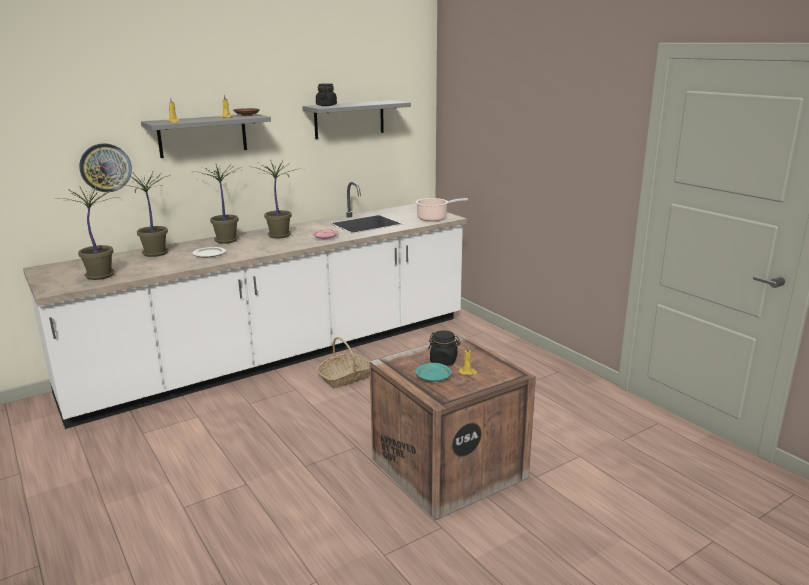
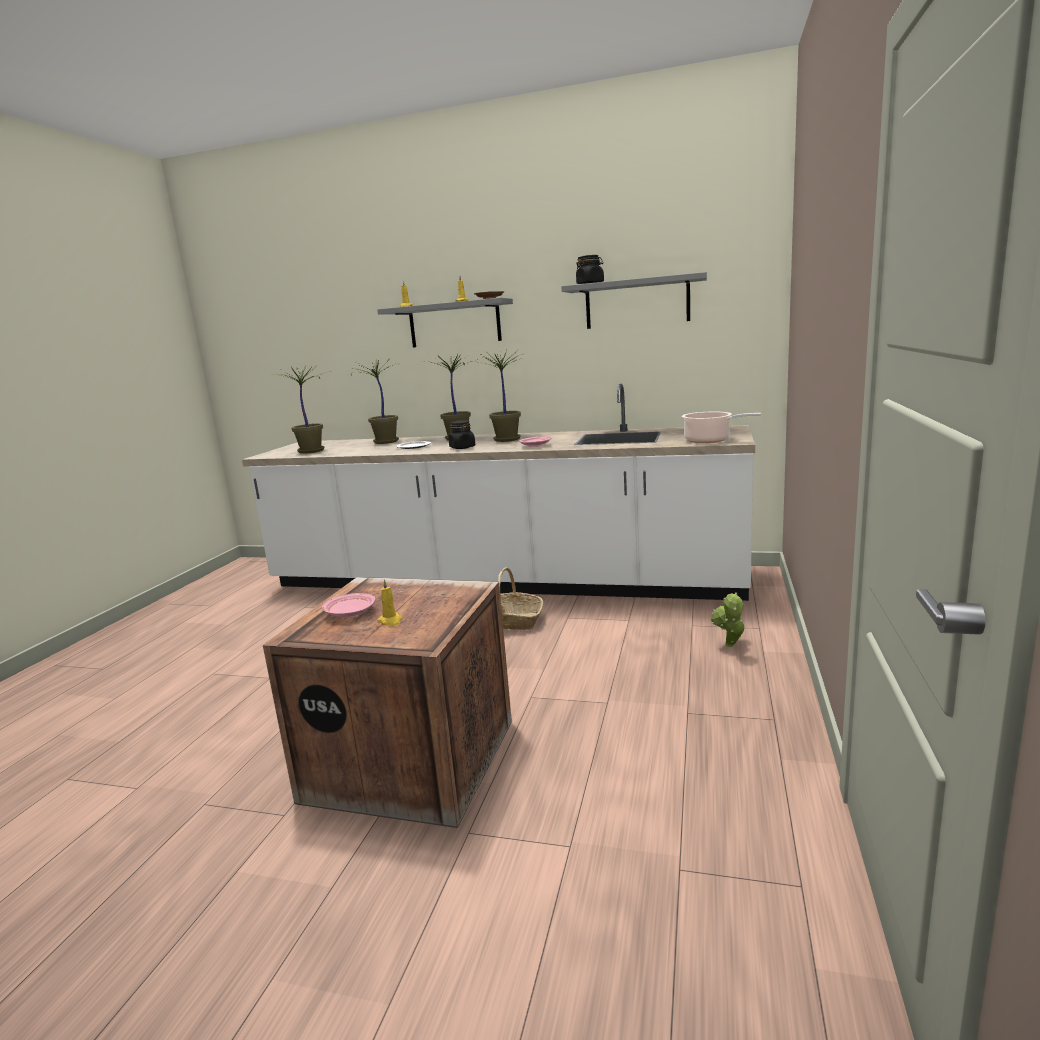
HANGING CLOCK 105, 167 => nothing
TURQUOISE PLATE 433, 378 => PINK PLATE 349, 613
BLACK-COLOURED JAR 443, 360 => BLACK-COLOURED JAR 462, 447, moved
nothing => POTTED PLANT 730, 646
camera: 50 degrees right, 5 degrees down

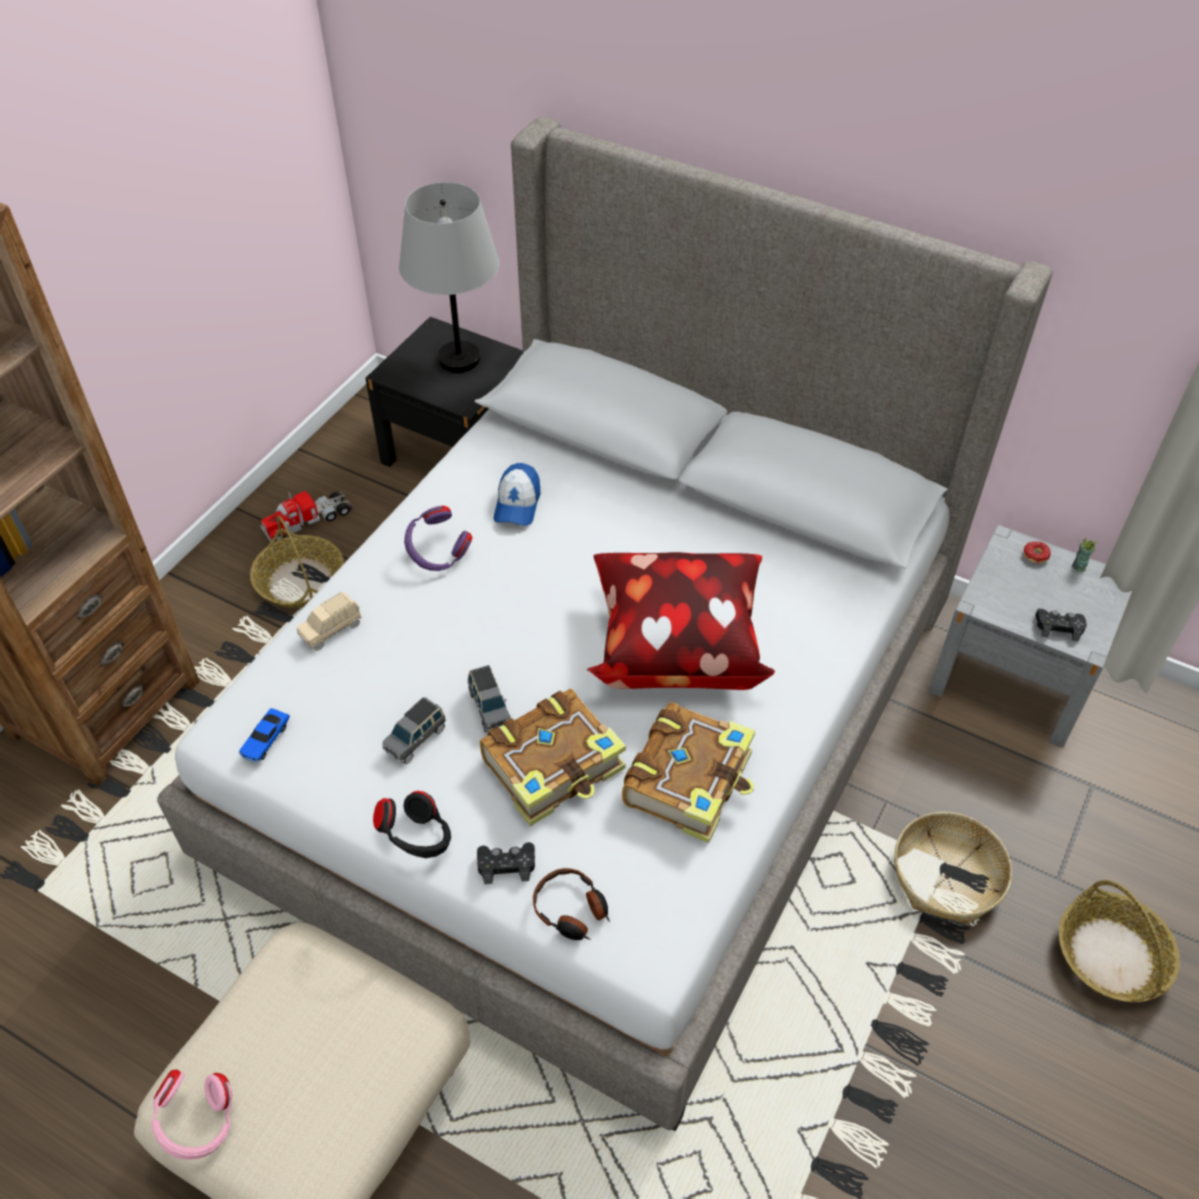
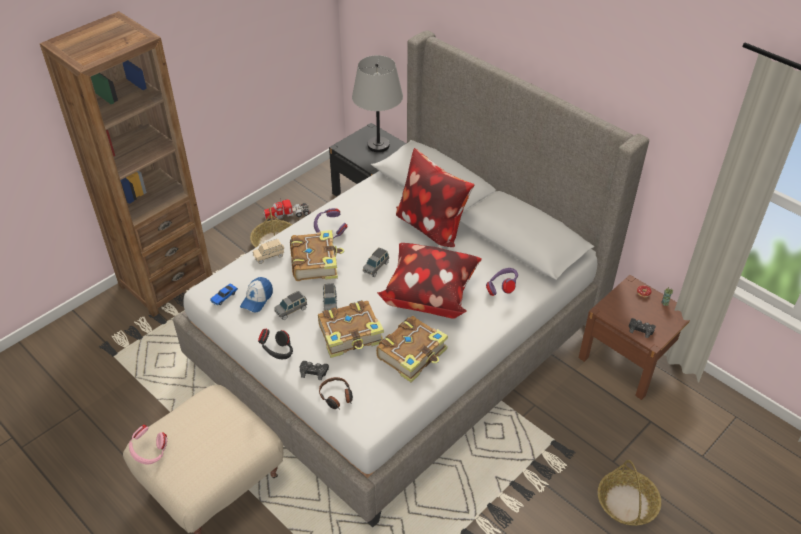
CAP 517, 504 => CAP 257, 299, moved
STORAGE BASKET 947, 876 => nothing
GREY BEDSIDE TABLE 1013, 675 => BROWNISH BEDSIDE TABLE 628, 359
nothing => BOOK 315, 262
nothing => GREY MODEL CAR 376, 267
nothing => PILLOW 431, 225
nothing => PURPLE-COLOURED HEADSET 501, 289
camera: 15 degrees right, 5 degrees down

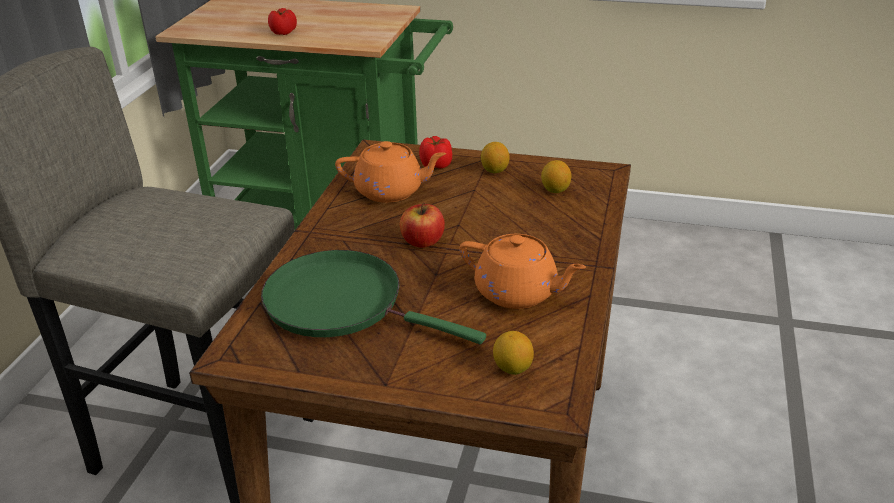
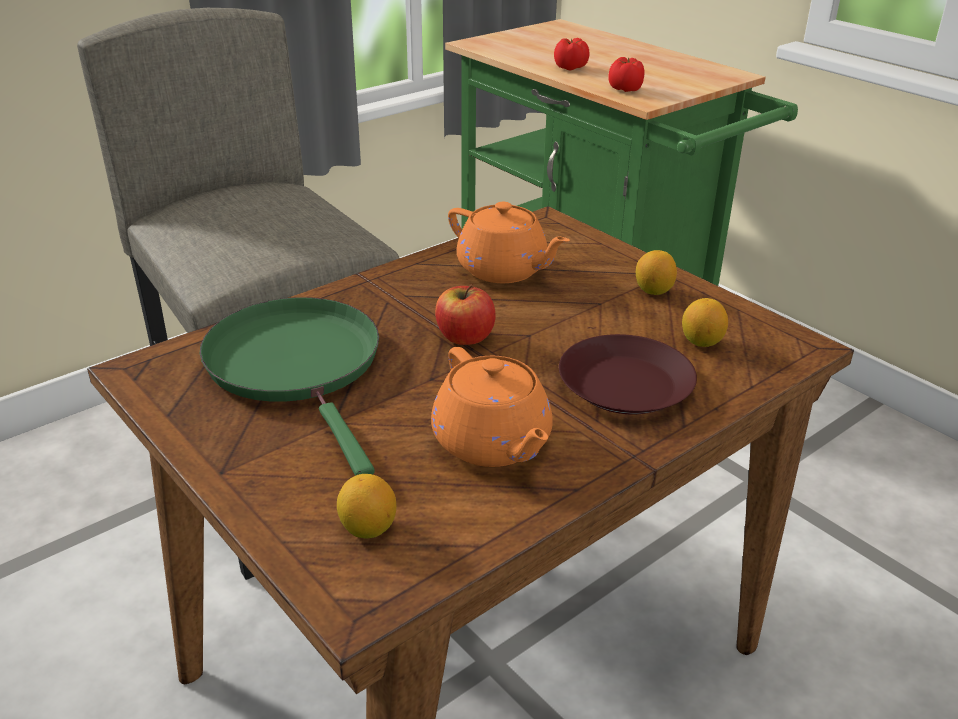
FRESH TOMATO 436, 165 => FRESH TOMATO 626, 89, moved
nothing => BROWNISH PLATE 625, 384
camera: 35 degrees right, 0 degrees up

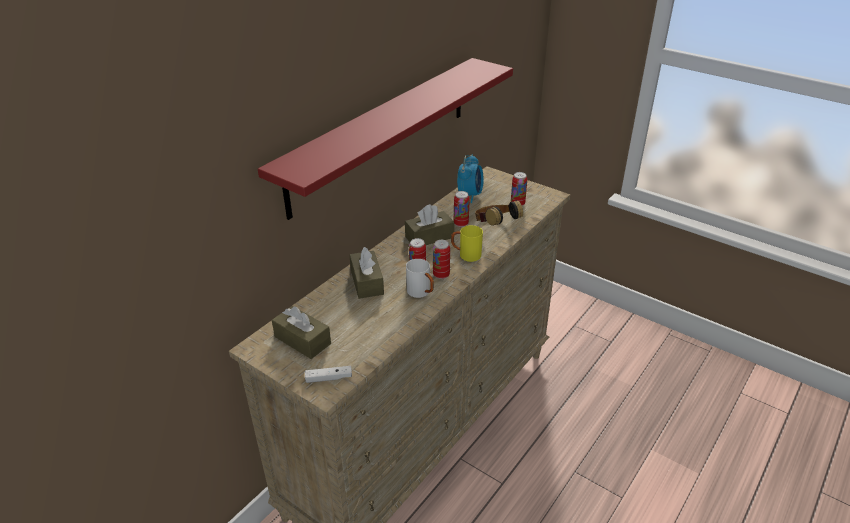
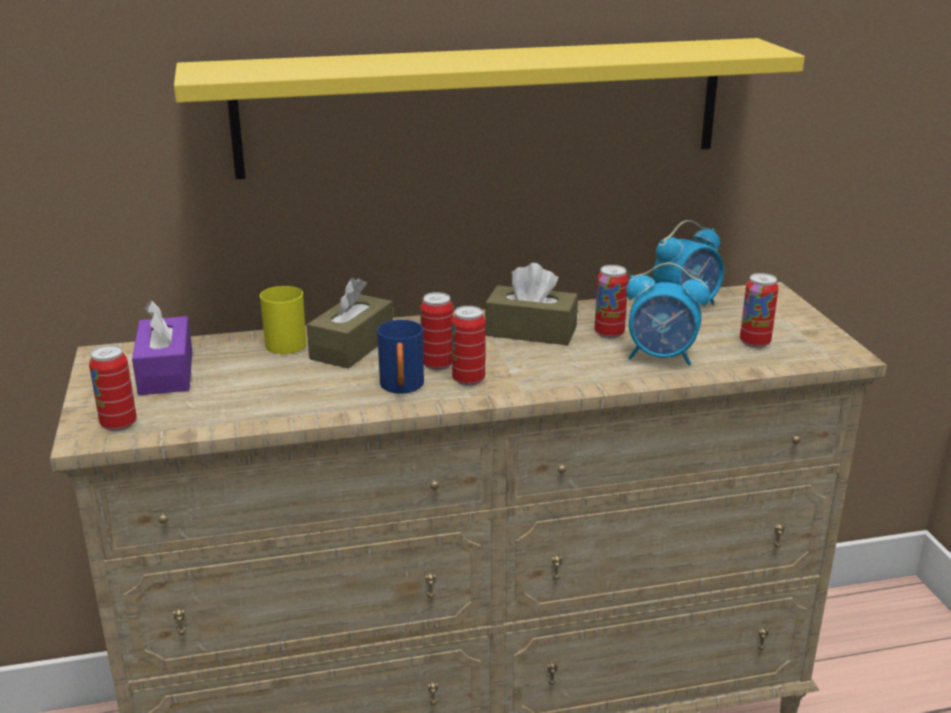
REDDISH SHELF 382, 133 => YELLOW SHELF 483, 107
BROWNISH TISSUE BOX 302, 340 => PURPLE-COLOURED TISSUE BOX 166, 372
WHITE GAMEPAD 329, 378 => METAL CAN 119, 424
WHITE MUG 421, 293 => BLUE MUG 402, 388
YELLOW MUG 466, 255 => YELLOW MUG 281, 343, moved
HEADSET 495, 227 => TABLE CLOCK 661, 357
camera: 40 degrees right, 10 degrees down

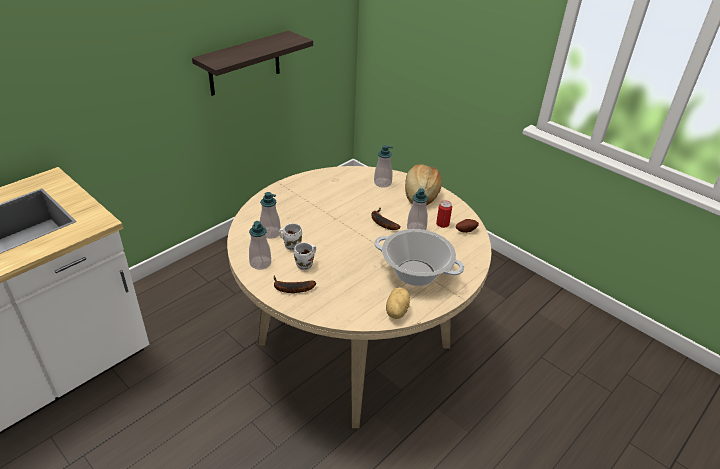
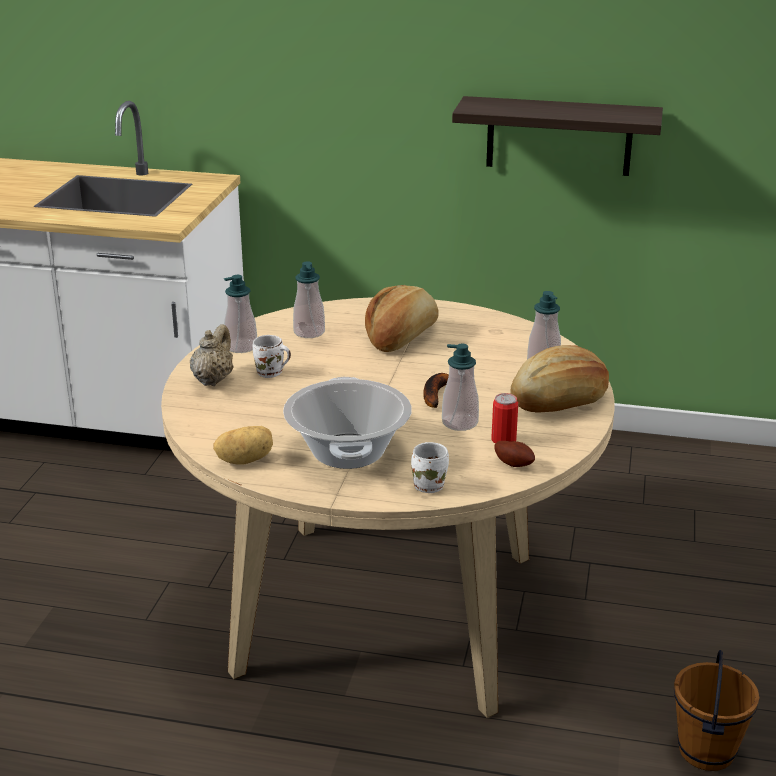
WHOLE BANANA 291, 289 => BEIGE TEAPOT 213, 380
WHITE MUG 292, 245 => WHITE MUG 429, 485, moved
nothing => BAKERY BREAD 401, 337
nothing => BROWNISH PAIL 707, 752
camera: 60 degrees right, 10 degrees down

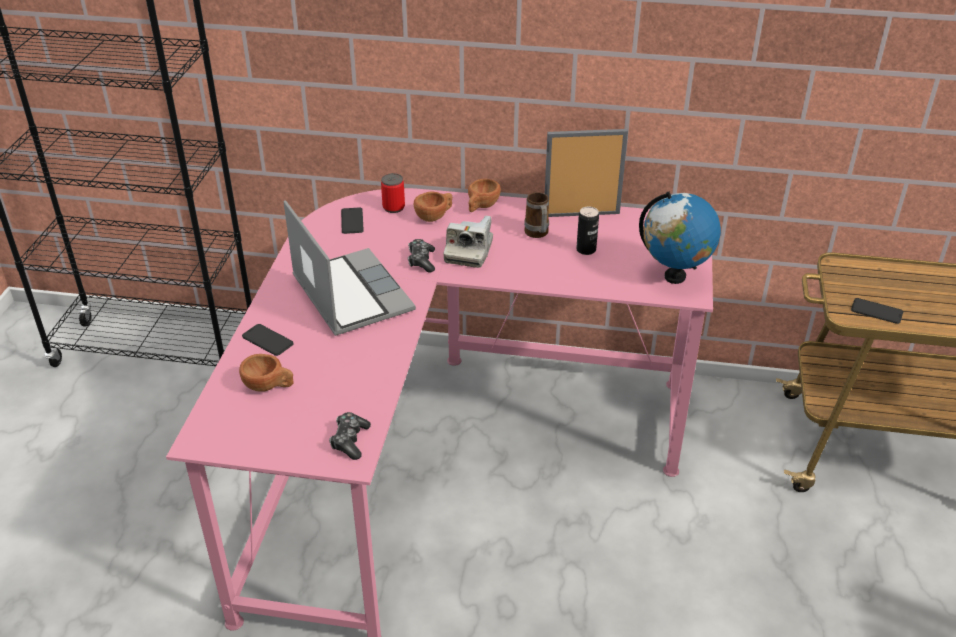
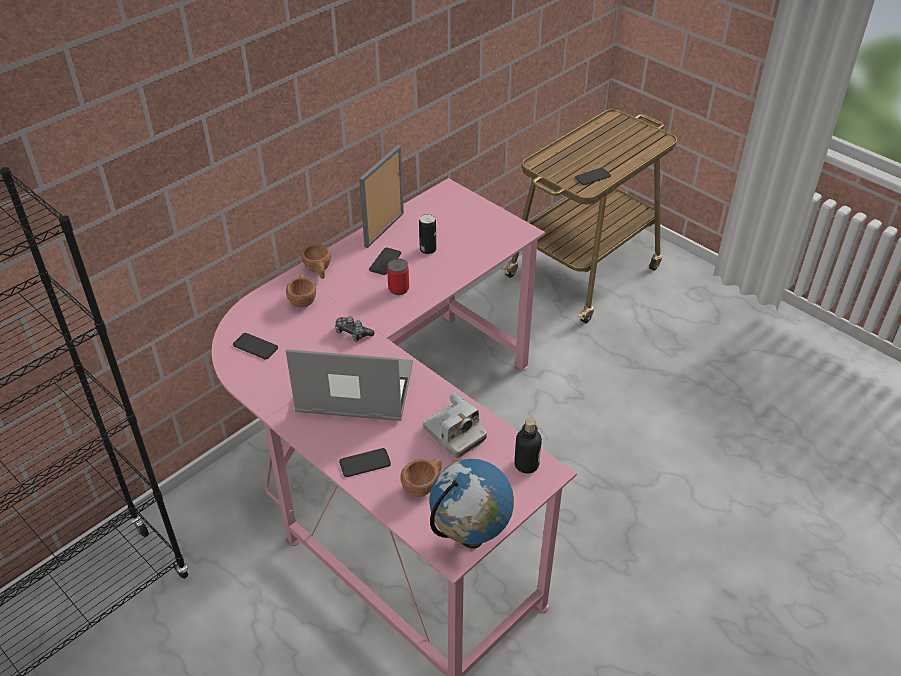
GAMEPAD 350, 441 => BEVERAGE BOTTLE 526, 464
METAL CAN 393, 207 => METAL CAN 398, 289, moved
STILL CAMERA 469, 252 => STILL CAMERA 454, 434, moved
MUG 537, 234 => TELEPHONE 385, 261
DESK GLOBE 674, 276 => DESK GLOBE 470, 538, moved
camera: 55 degrees left, 5 degrees up

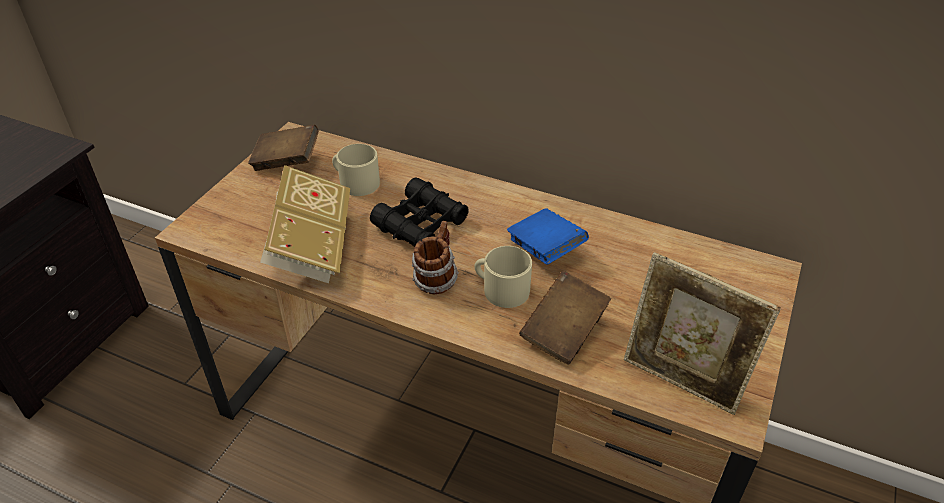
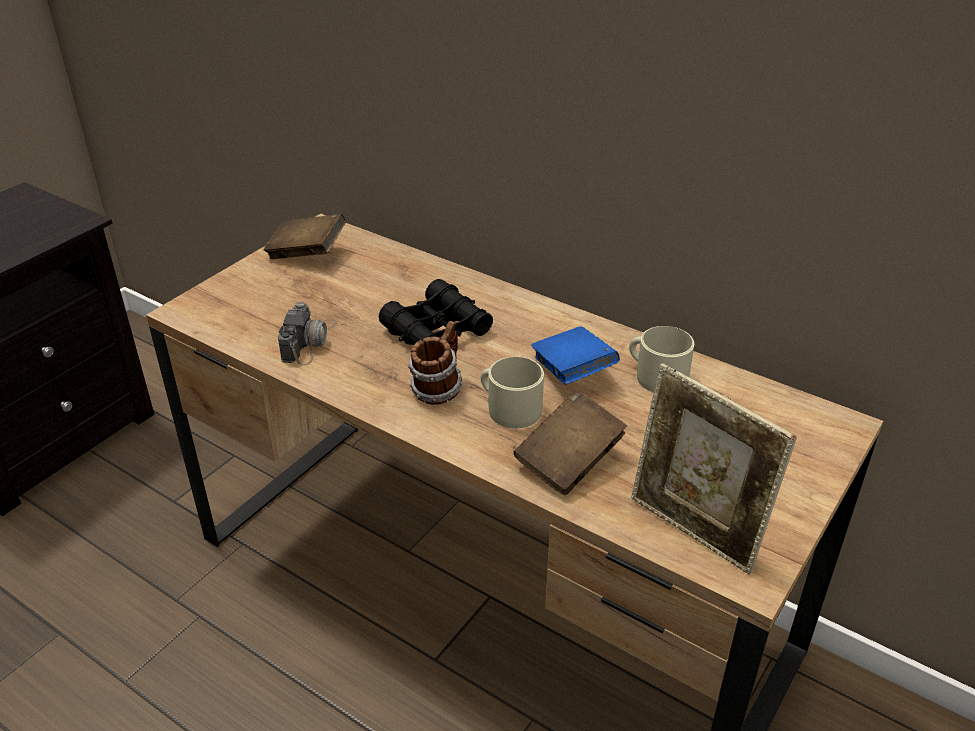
BOOK 311, 246 => STILL CAMERA 309, 341
BEIGE MUG 355, 182 => BEIGE MUG 655, 375, moved
camera: 10 degrees right, 5 degrees down

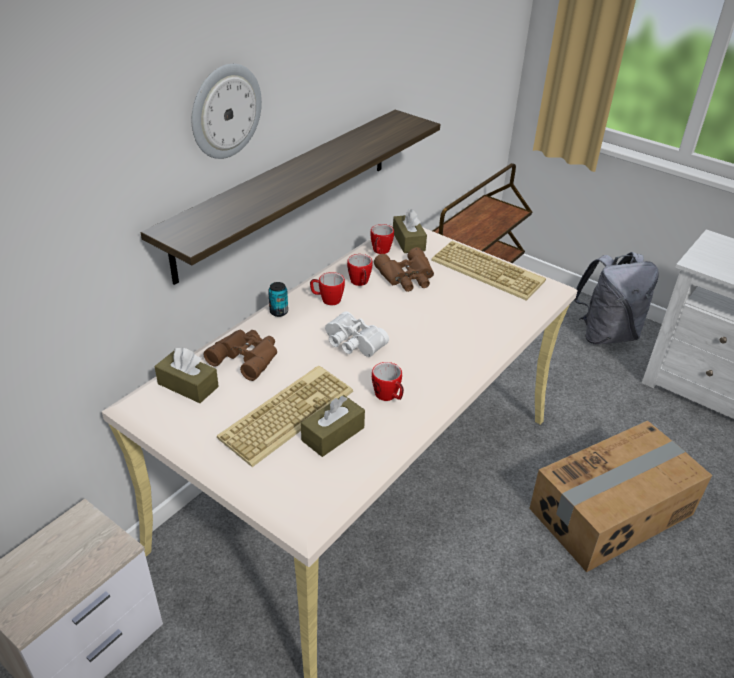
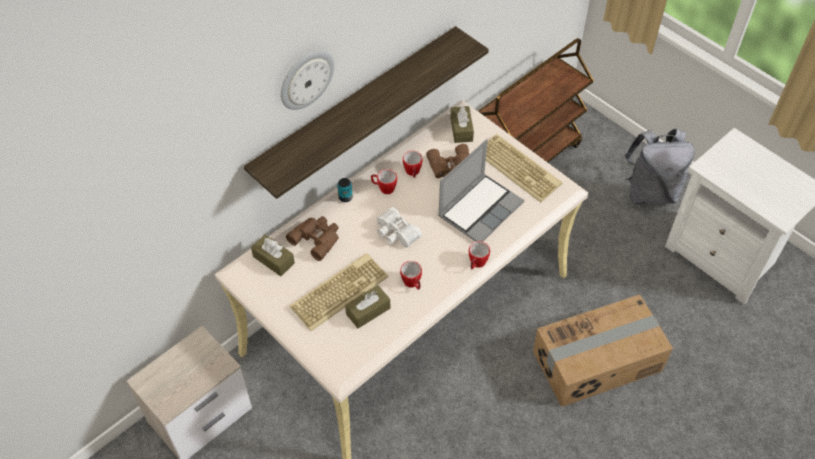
MUG 380, 252 => MUG 476, 264, moved
nothing => PORTABLE COMPUTER 480, 208
camera: 10 degrees right, 15 degrees up

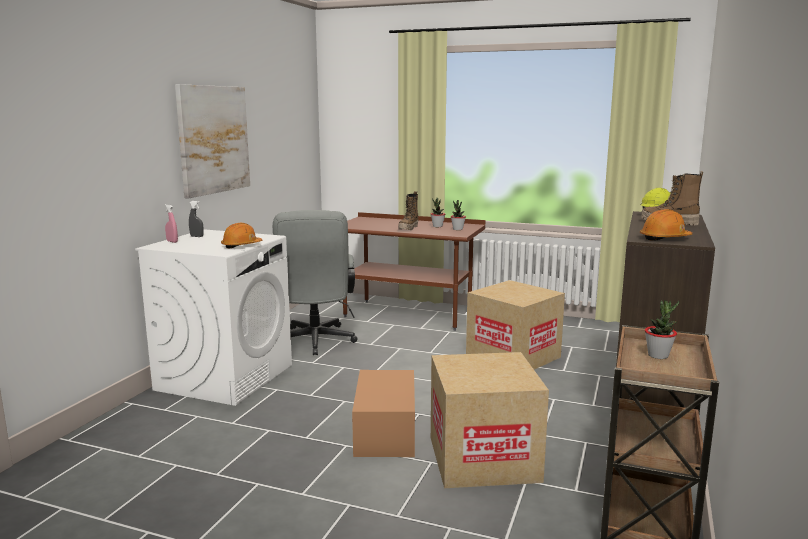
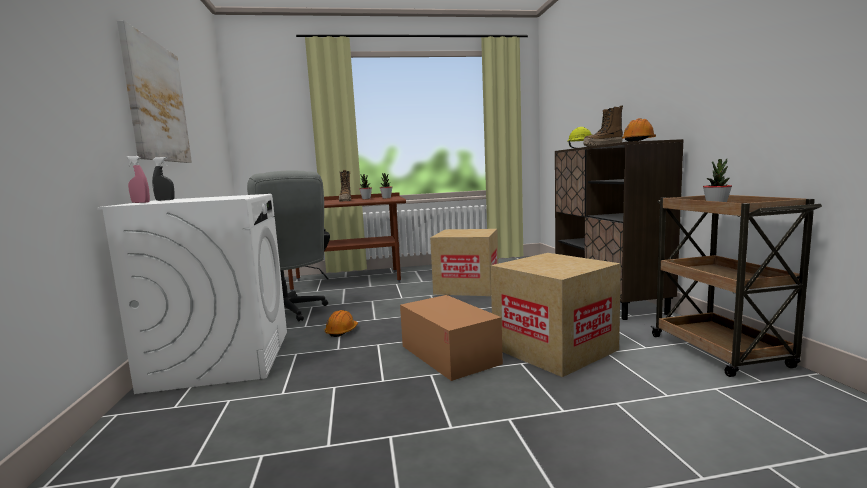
ORANGE HARD HAT 241, 245 => ORANGE HARD HAT 341, 331, moved
camera: 30 degrees left, 5 degrees down

